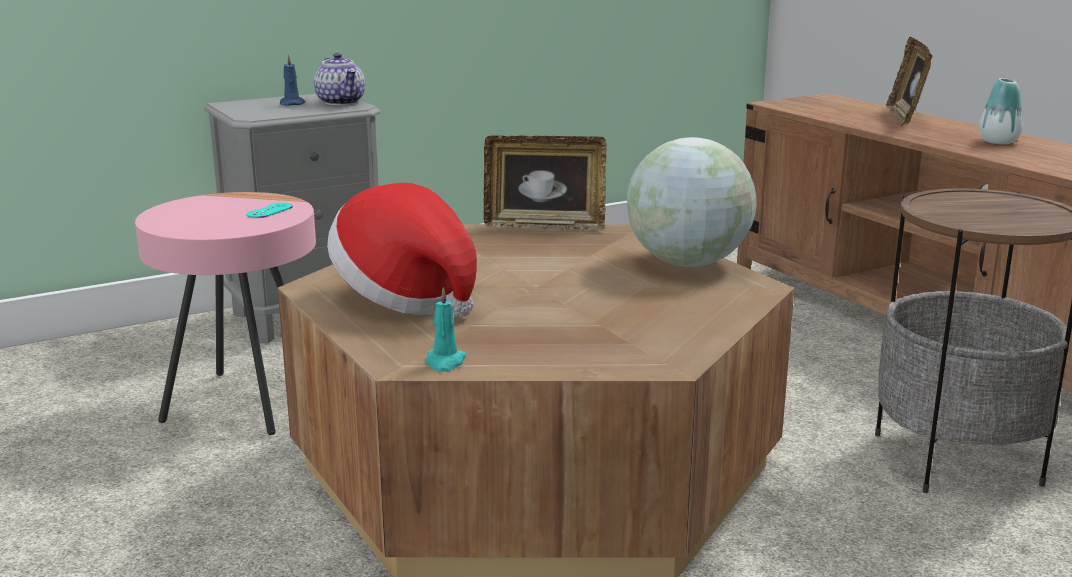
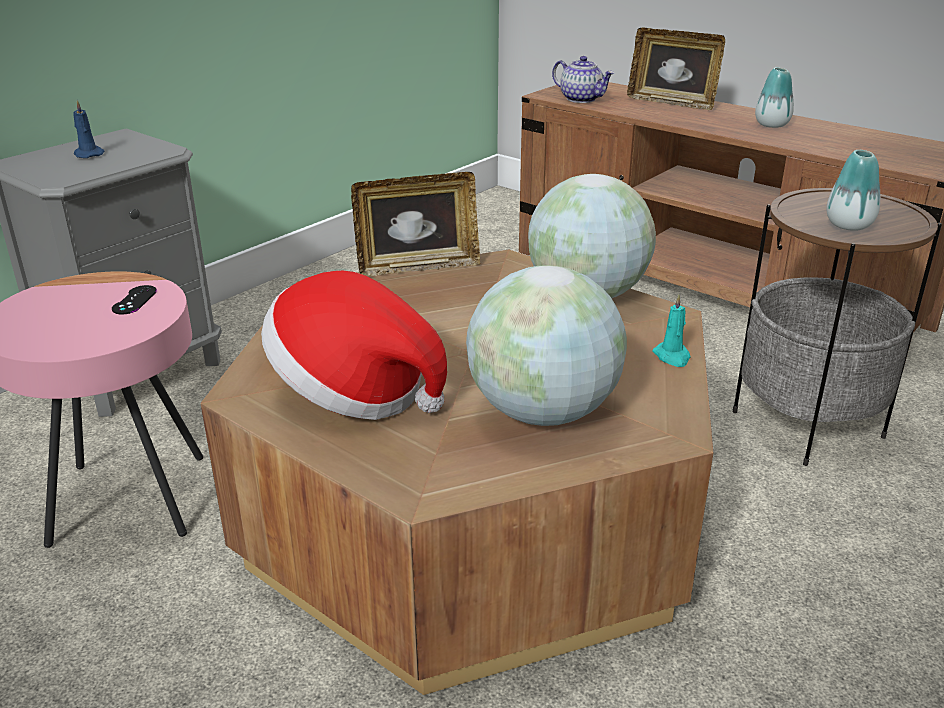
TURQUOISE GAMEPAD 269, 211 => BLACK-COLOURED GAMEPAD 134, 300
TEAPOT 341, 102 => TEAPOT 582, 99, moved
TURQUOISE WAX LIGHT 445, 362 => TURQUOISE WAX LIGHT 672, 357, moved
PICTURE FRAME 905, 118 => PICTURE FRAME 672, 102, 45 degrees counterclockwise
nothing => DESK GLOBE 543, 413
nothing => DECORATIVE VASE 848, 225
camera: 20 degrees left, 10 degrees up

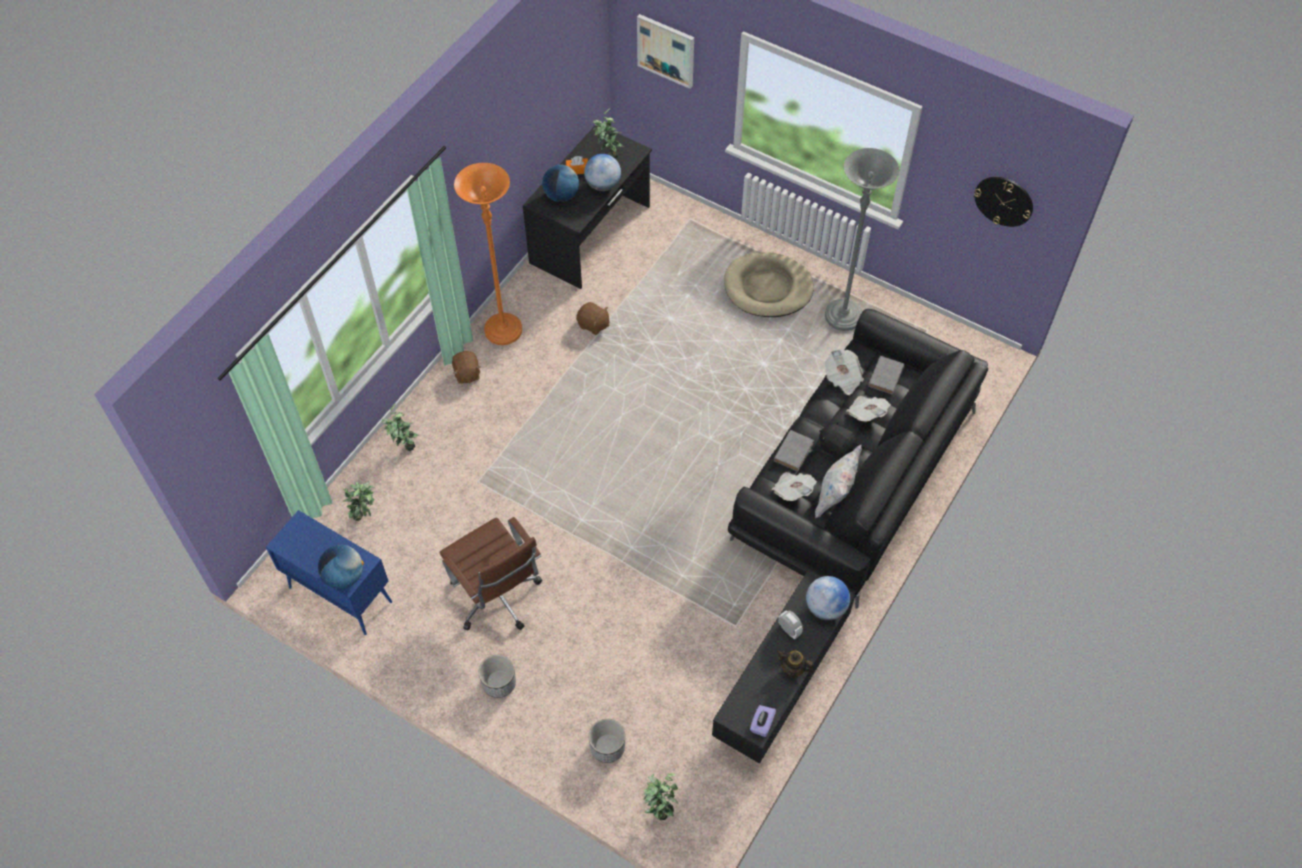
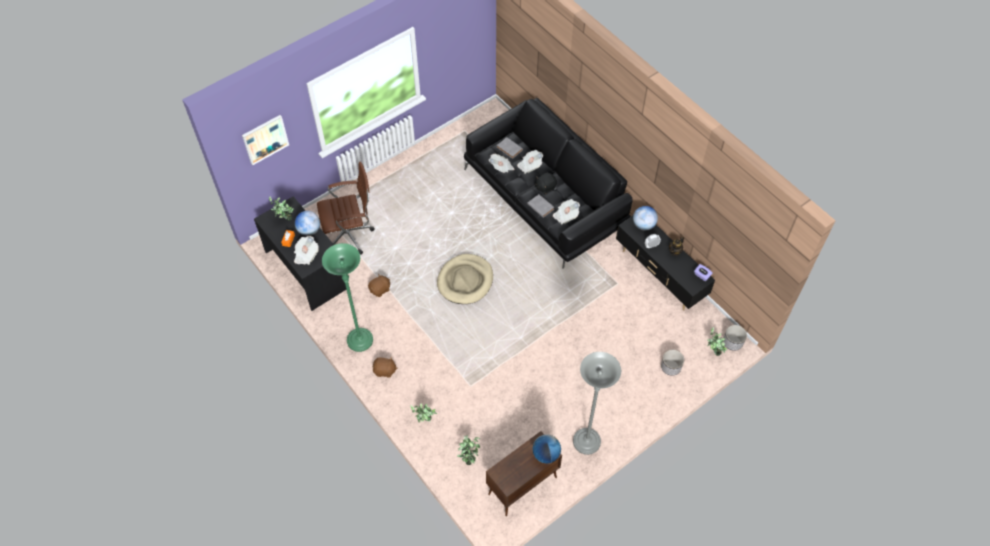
BLUE CABINET 339, 594 => BROWNISH CABINET 522, 486
BROWNISH COMPUTER CHAIR 498, 599 => BROWNISH COMPUTER CHAIR 350, 235, moved
ORANGE STANDARD LAMP 503, 330 => GREEN STANDARD LAMP 360, 340
PLANTER 499, 683 => PLANTER 732, 342, moved
DESK GLOBE 561, 196 => PRINTED PAPER 306, 255
BEIGE PET BED 768, 288 => BEIGE PET BED 465, 281, moved
WHITE PILLOW 835, 496 => nothing
GREY STANDARD LAMP 843, 316 => GREY STANDARD LAMP 586, 442, moved
HANGING CLOCK 1004, 201 => nothing
camera: 70 degrees left, 0 degrees up

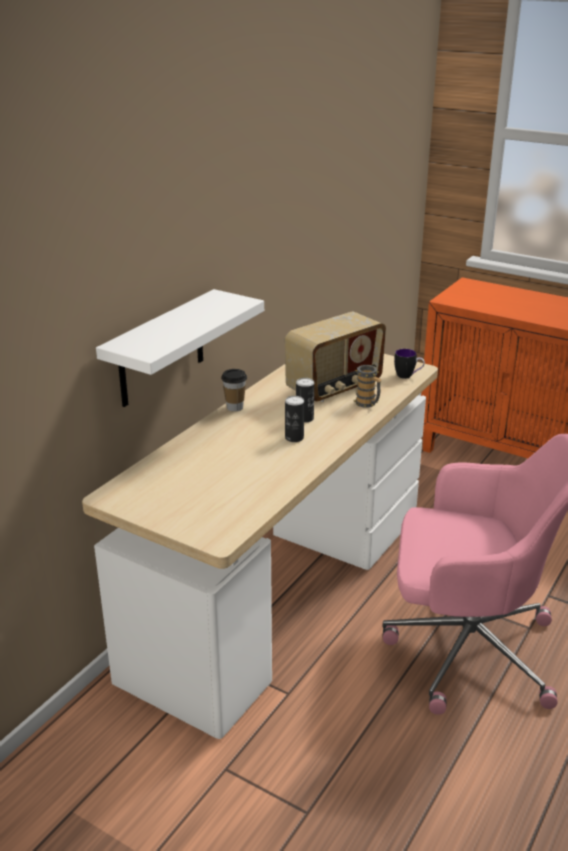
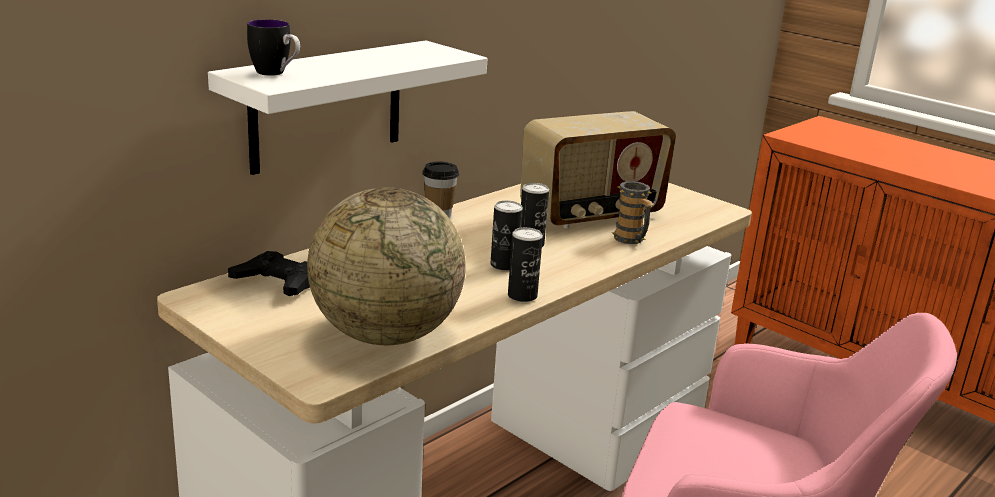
MUG 408, 376 => MUG 276, 74, moved
nothing => BLACK-COLOURED GAMEPAD 278, 282
nothing => DESK GLOBE 385, 334
nothing => METAL CAN 522, 296
camera: 10 degrees right, 5 degrees down

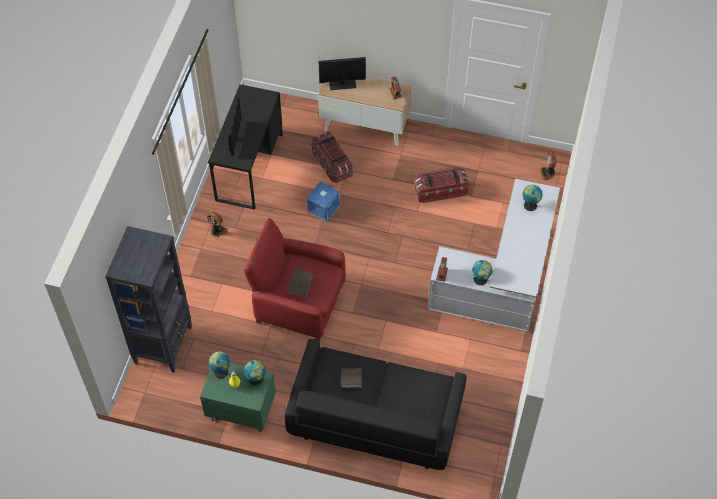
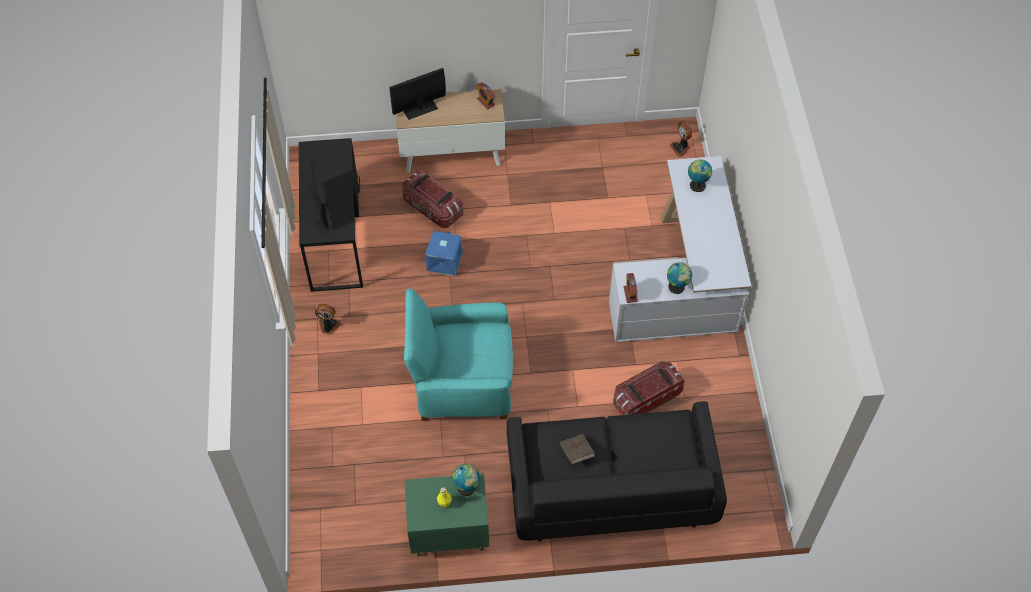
BLACK-COLOURED BOOKSHELF 163, 344 => nothing
DESK GLOBE 220, 371 => nothing
REDDISH ARMCHAIR 298, 303 => TURQUOISE ARMCHAIR 462, 381
BROWNISH BOOK 301, 286 => nothing
STORAGE BIN 440, 191 => STORAGE BIN 646, 398, moved
camera: 20 degrees left, 0 degrees up

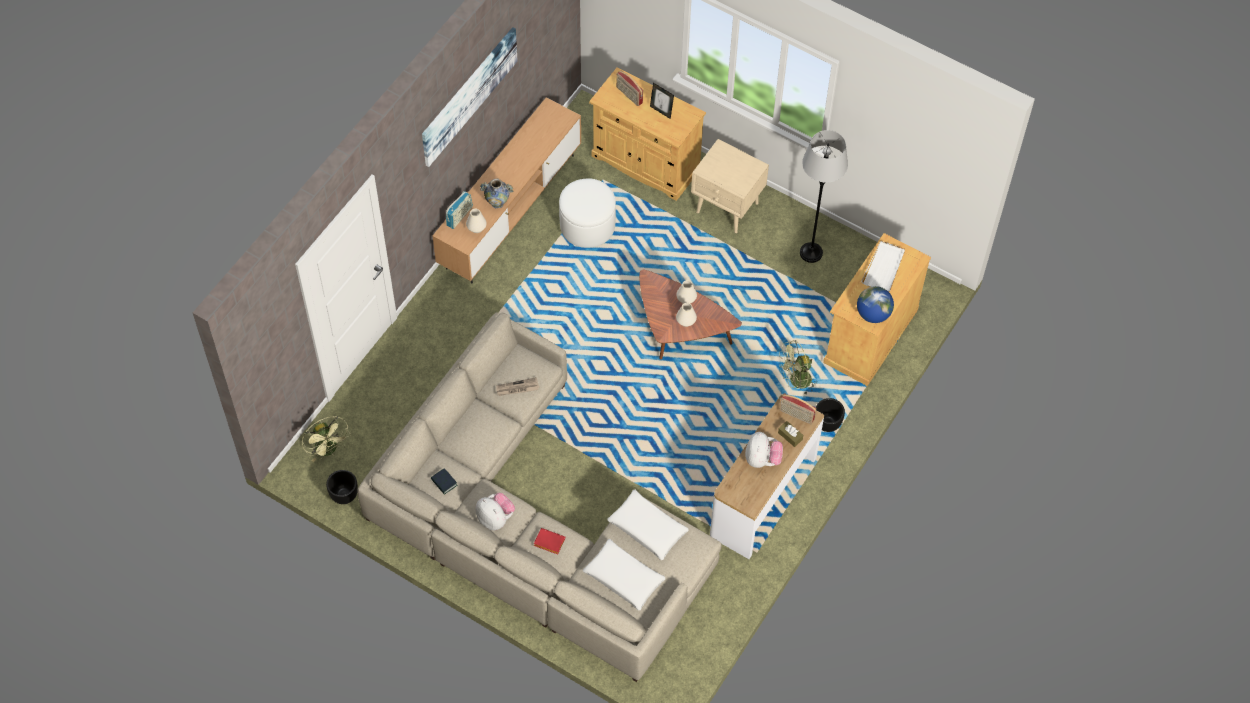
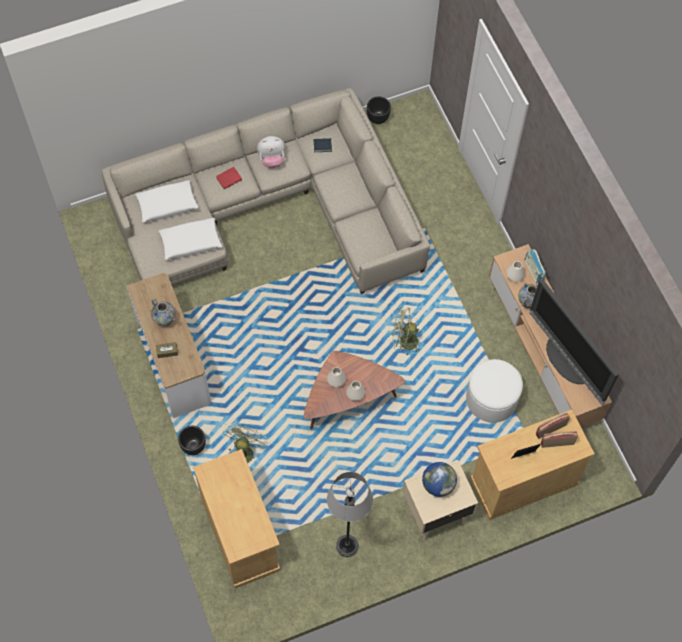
GREEN FAN 329, 450 => GREEN FAN 404, 342, moved
WALL ART 469, 95 => nothing
PRINTED PAPER 517, 388 => nothing
CUDDLY TOY 762, 459 => DECORATIVE VASE 165, 321
RADIO RECEIVER 796, 415 => RADIO RECEIVER 550, 429, moved
DESK GLOBE 873, 314 => DESK GLOBE 438, 484, moved
WHITE TRAY 883, 267 => nothing
nothing => TV SET 566, 361
camera: 125 degrees right, 5 degrees up

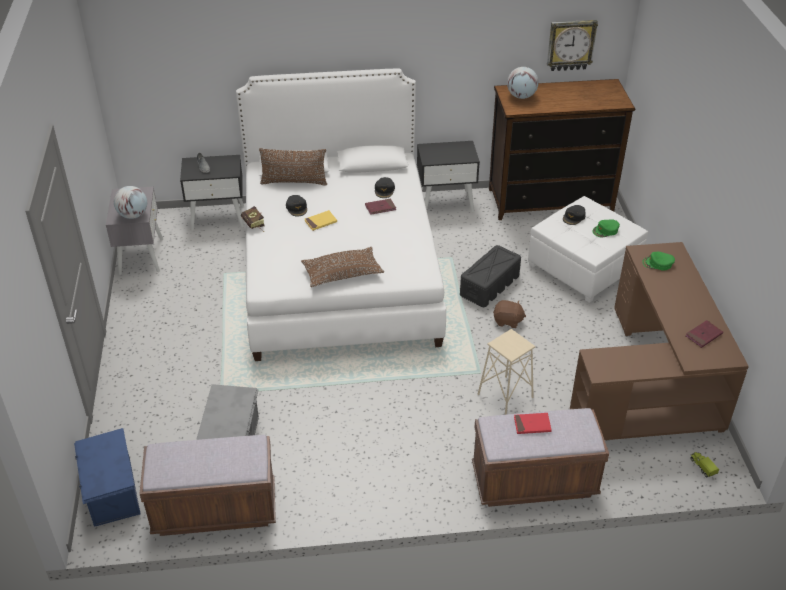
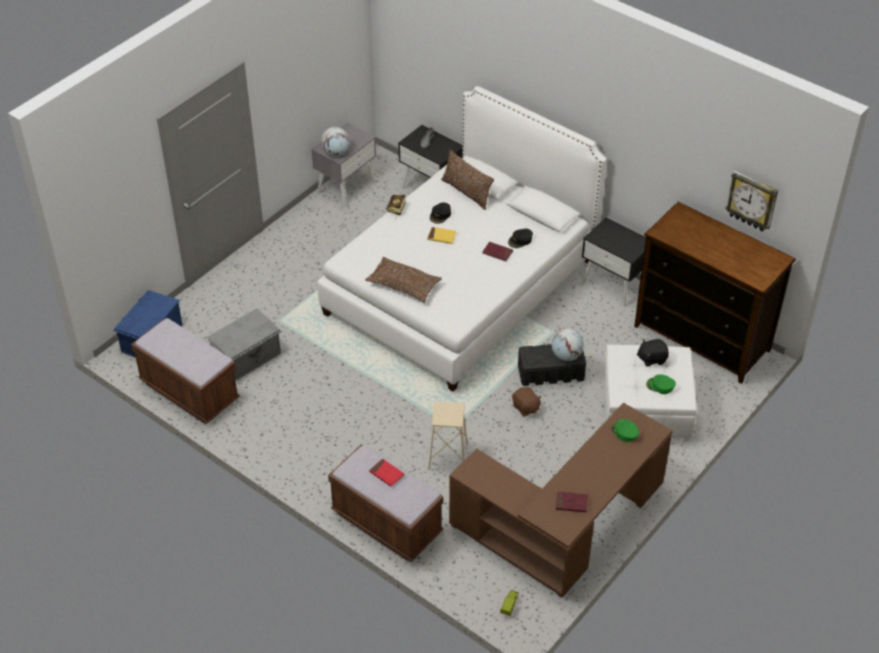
DESK GLOBE 521, 96 => DESK GLOBE 566, 355, moved
BLACK-COLOURED CAP 574, 217 => BLACK-COLOURED CUDDLY TOY 652, 358
camera: 45 degrees right, 5 degrees up

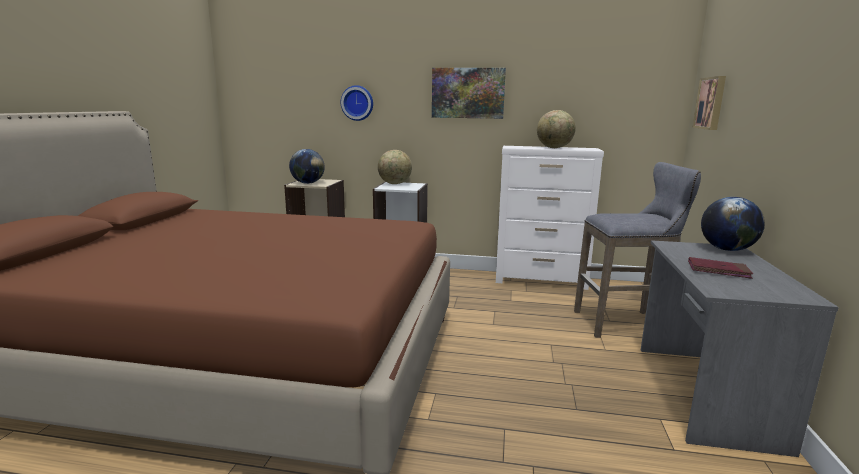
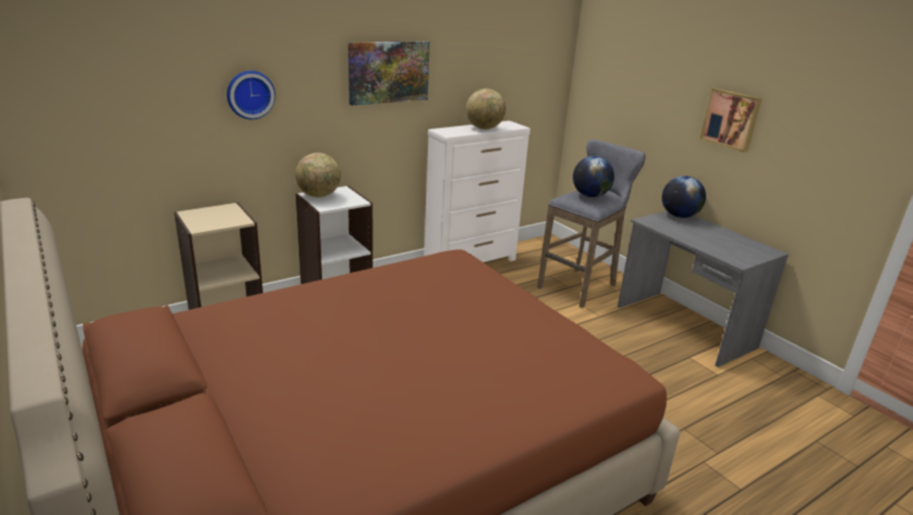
DESK GLOBE 308, 183 => DESK GLOBE 590, 196, moved
REDDISH BOOK 718, 270 => nothing
WALL ART 711, 103 => WALL ART 731, 119, moved
camera: 45 degrees left, 10 degrees up

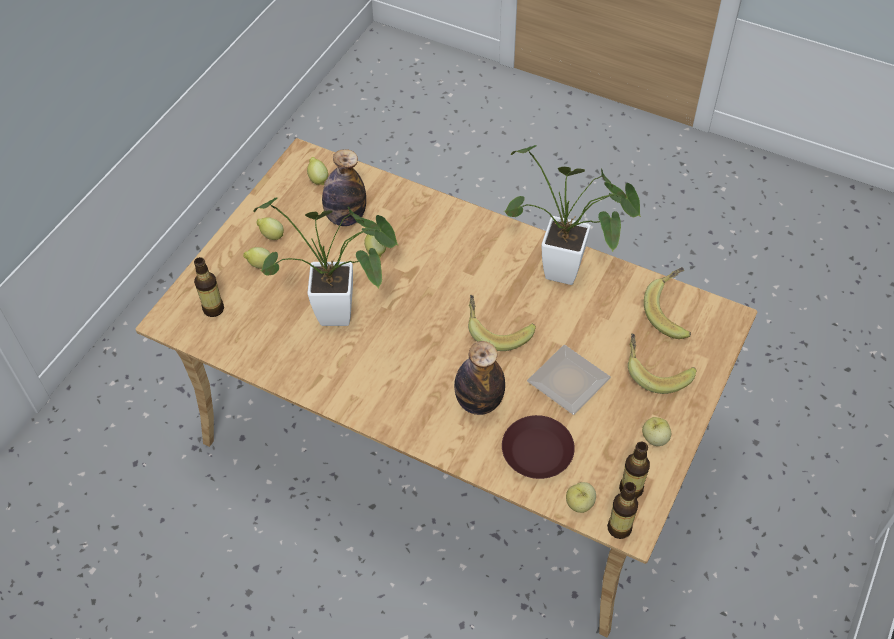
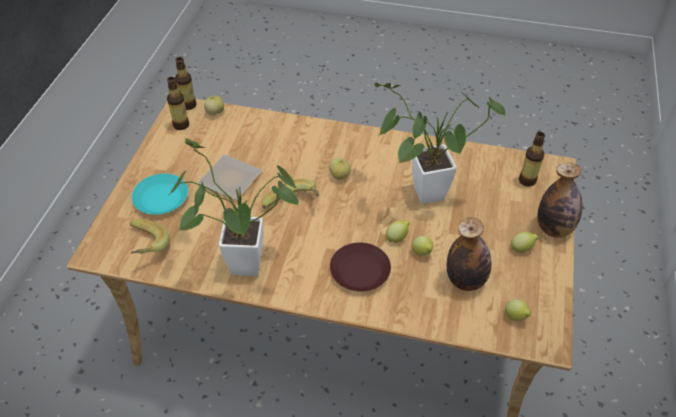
LEMON 259, 265 => LEMON 397, 238, moved
BEVERAGE BOTTLE 479, 402 => BEVERAGE BOTTLE 554, 228, moved
BROWNISH PLATE 536, 451 => BROWNISH PLATE 360, 270, moved
WHOLE BANANA 656, 371 => TURQUOISE PLATE 161, 199
APPLE FRUIT 654, 438 => APPLE FRUIT 340, 175, moved
camera: 165 degrees right, 5 degrees down

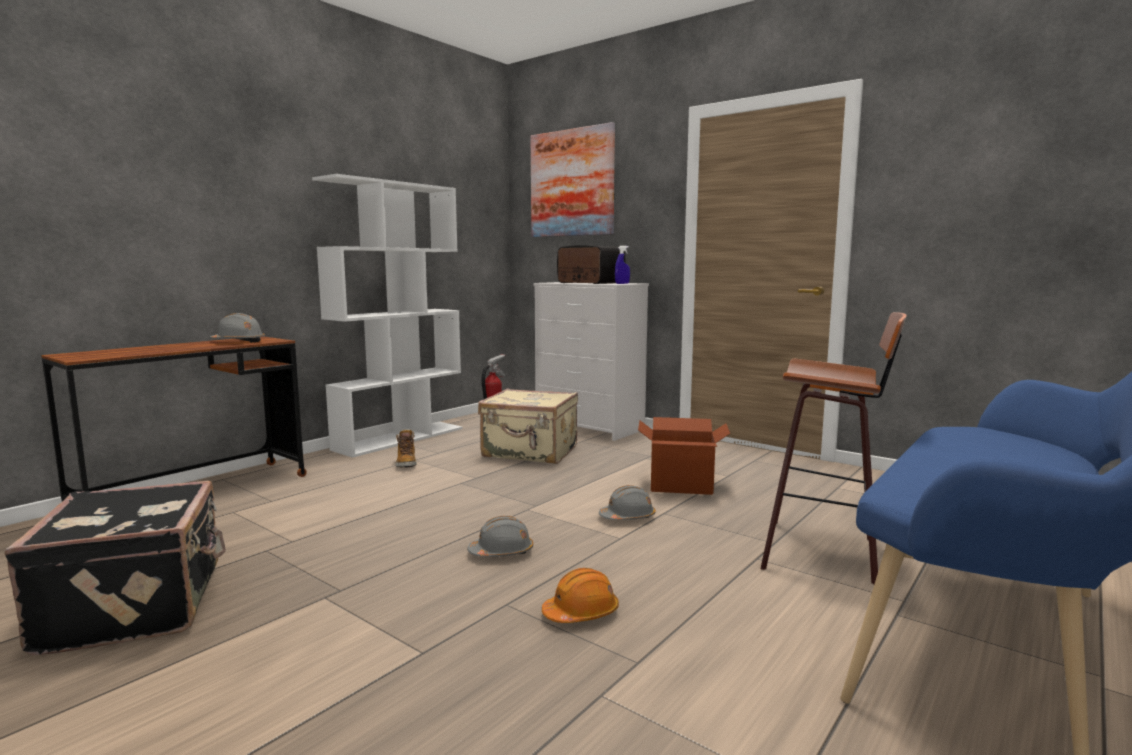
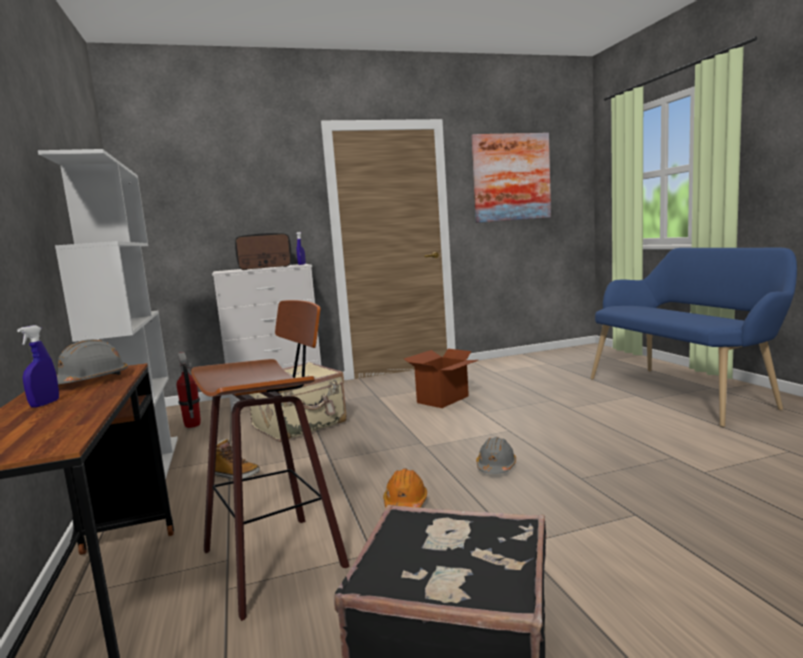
WALL ART 572, 183 => WALL ART 511, 177, moved
ORANGE HARD HAT 581, 613 => ORANGE HARD HAT 405, 503, moved
GREY HARD HAT 627, 517 => nothing
SITTING STOOL 824, 552 => SITTING STOOL 279, 557, moved
nothing => BLUE SPRAYER 45, 404
camera: 55 degrees left, 0 degrees up

